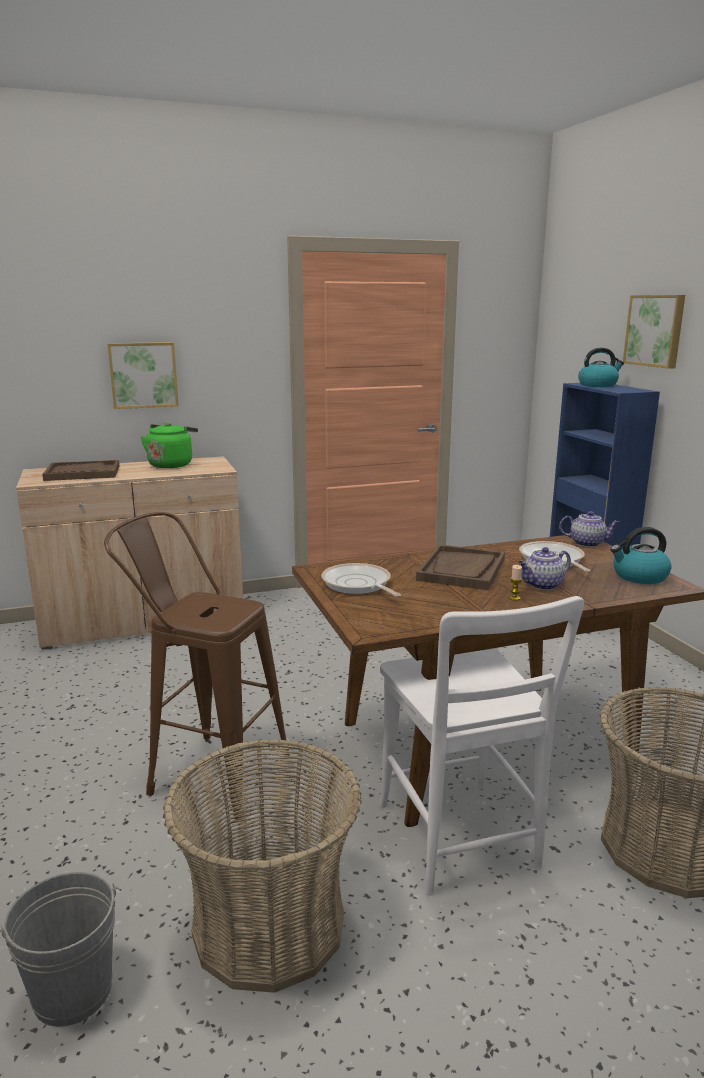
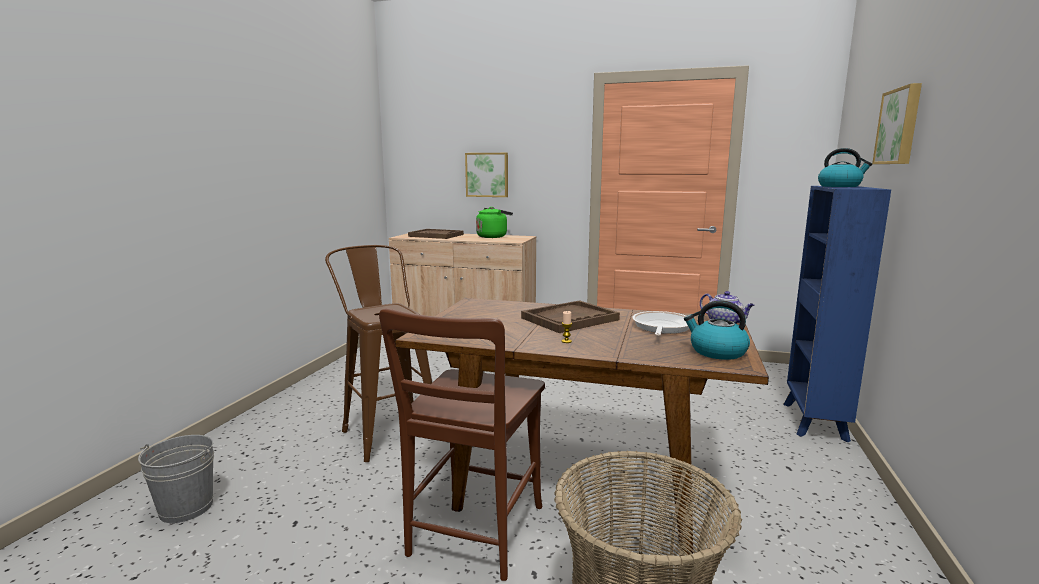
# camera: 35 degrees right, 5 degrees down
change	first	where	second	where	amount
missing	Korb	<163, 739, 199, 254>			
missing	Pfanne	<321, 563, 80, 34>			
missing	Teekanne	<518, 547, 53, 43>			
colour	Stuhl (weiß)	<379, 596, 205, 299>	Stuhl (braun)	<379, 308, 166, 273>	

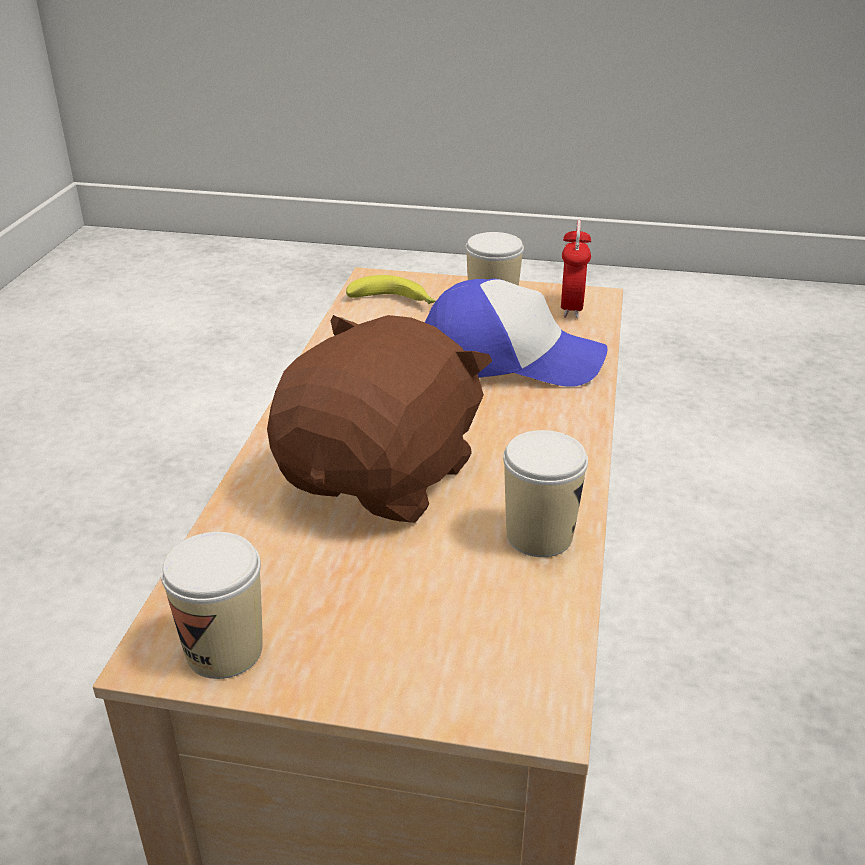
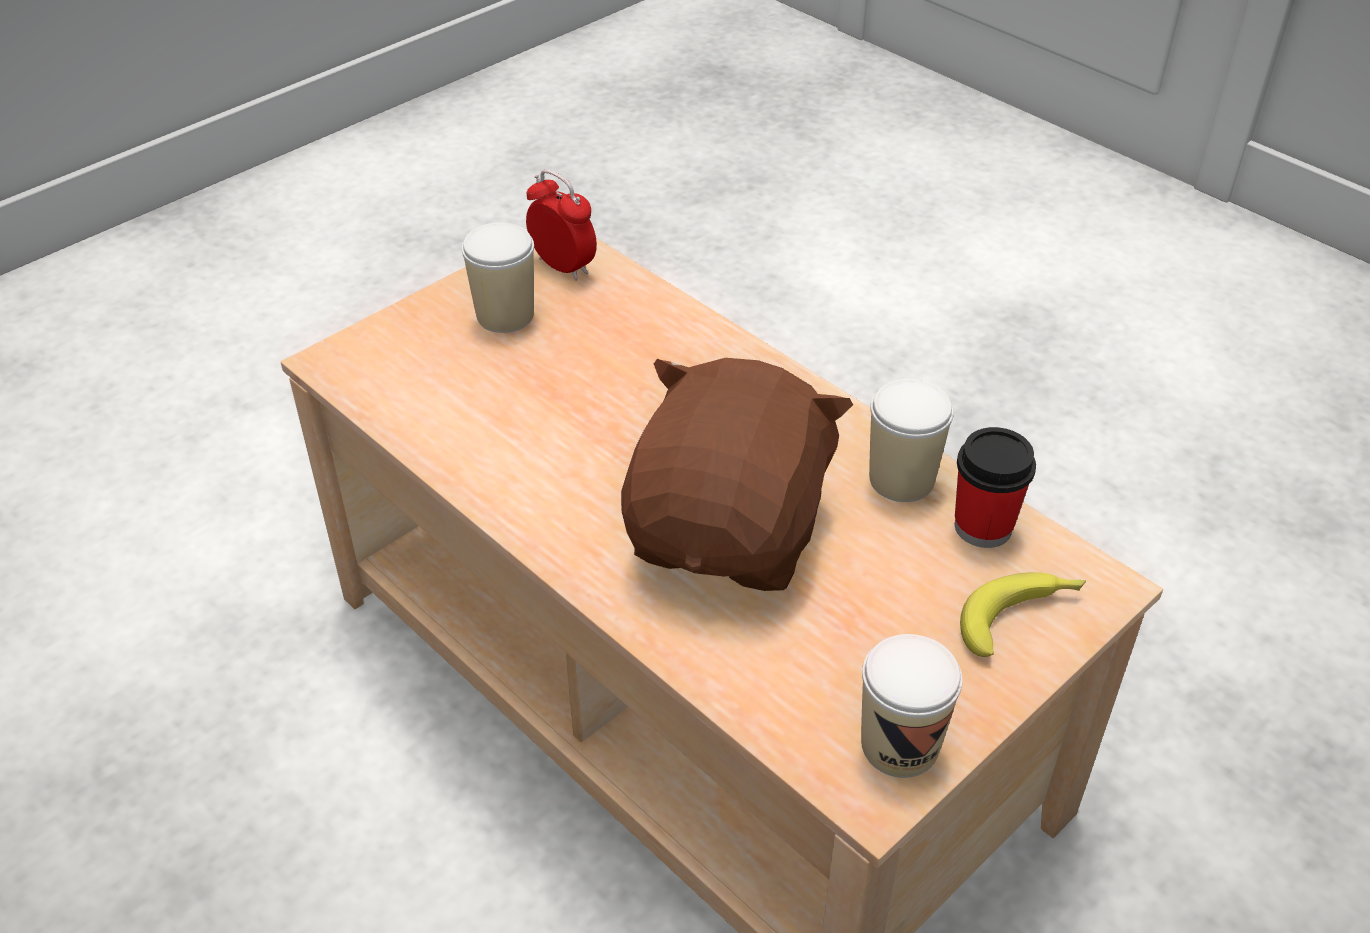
# camera: 55 degrees left, 10 degrees up
change	first	where	second	where	amount
missing	Kappe	<425, 279, 182, 108>			
appeared			Tasse	<955, 427, 81, 121>	
relocated	Banane	<346, 275, 90, 30>		<960, 572, 126, 85>	
spun	Plüschtier (braun)	<267, 315, 225, 208>		<621, 358, 232, 233>	45 degrees clockwise

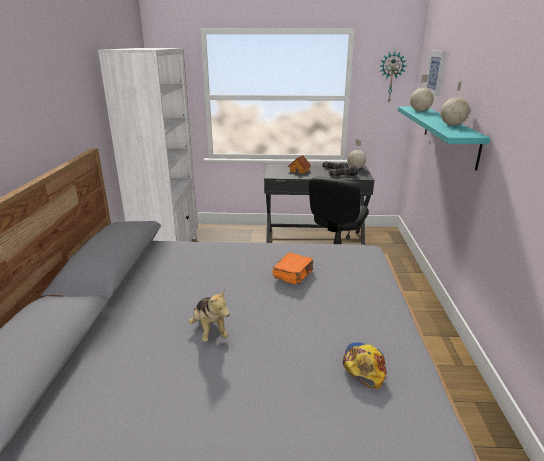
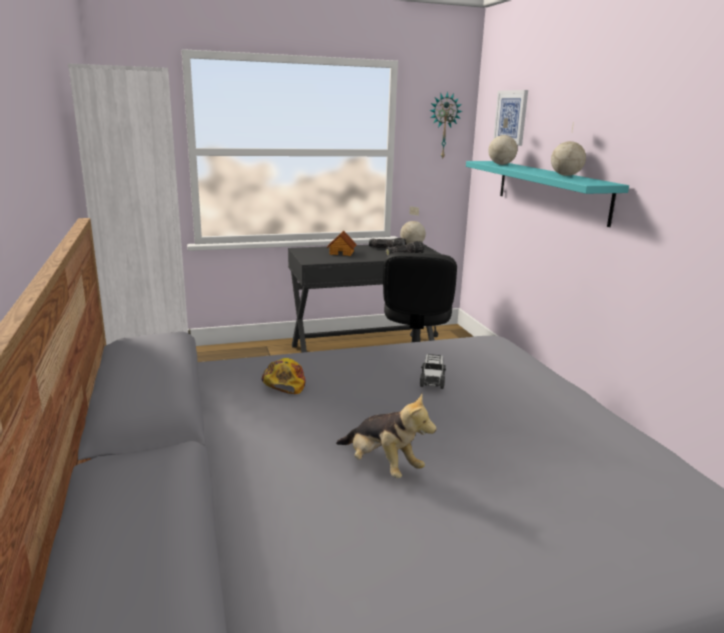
# camera: 20 degrees left, 5 degrees down
change	first	where	second	where	amount
relocated	Kappe	<342, 342, 45, 47>		<261, 358, 45, 36>	
exchanged	Buch (orange)	<272, 252, 42, 32>	Spielzeugauto	<420, 354, 26, 35>	

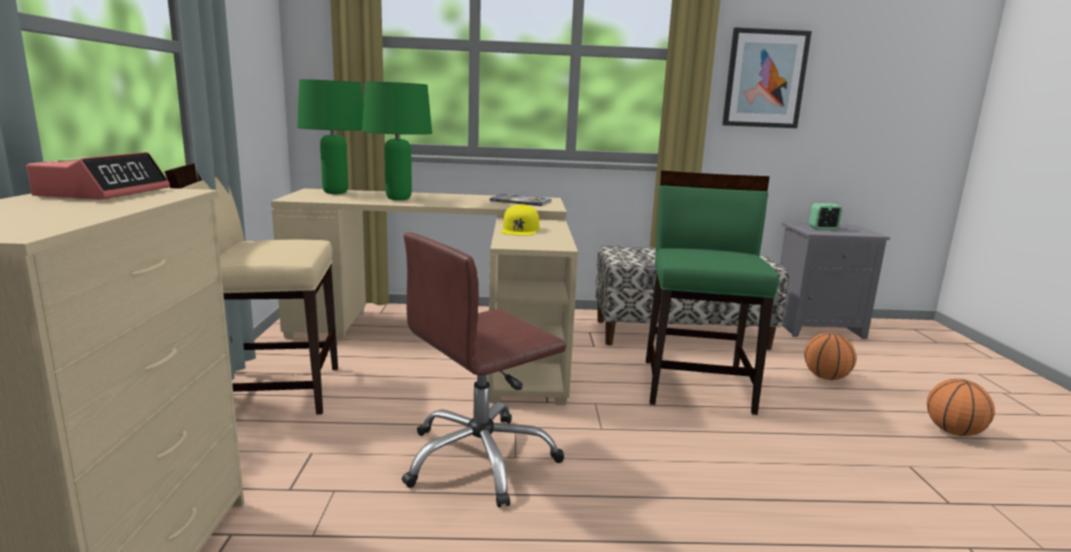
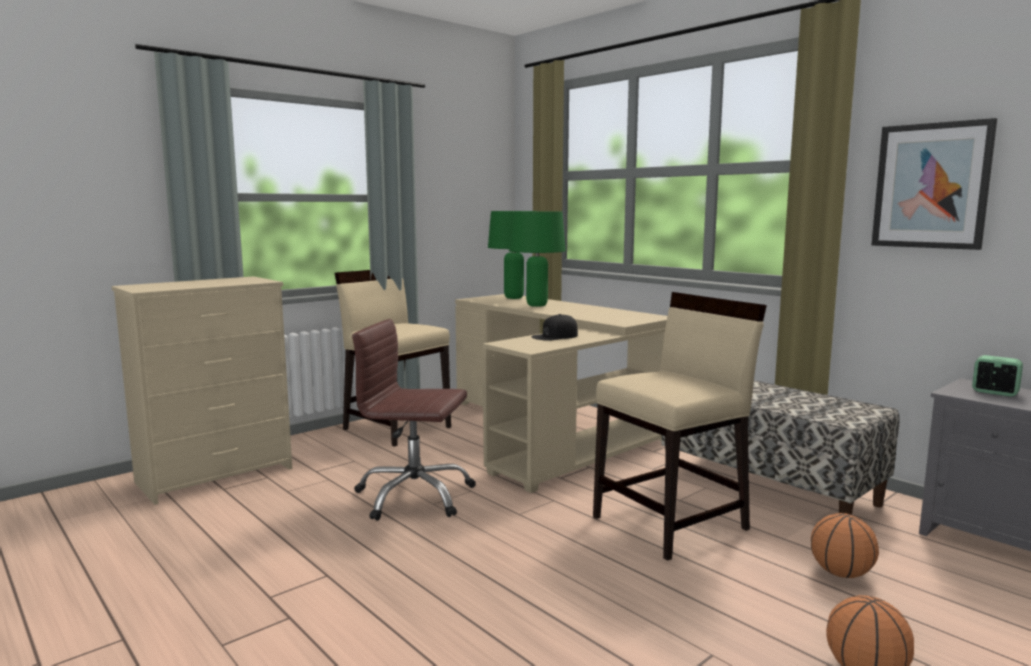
# camera: 50 degrees right, 5 degrees down
change	first	where	second	where	amount
missing	Wecker	<27, 152, 143, 48>			
missing	Buch	<490, 194, 62, 12>			
colour	Kappe (gelb)	<501, 204, 38, 32>	Kappe (schwarz)	<532, 314, 46, 27>	
colour	Stuhl (grün)	<646, 171, 133, 244>	Stuhl (beige)	<593, 292, 174, 269>	

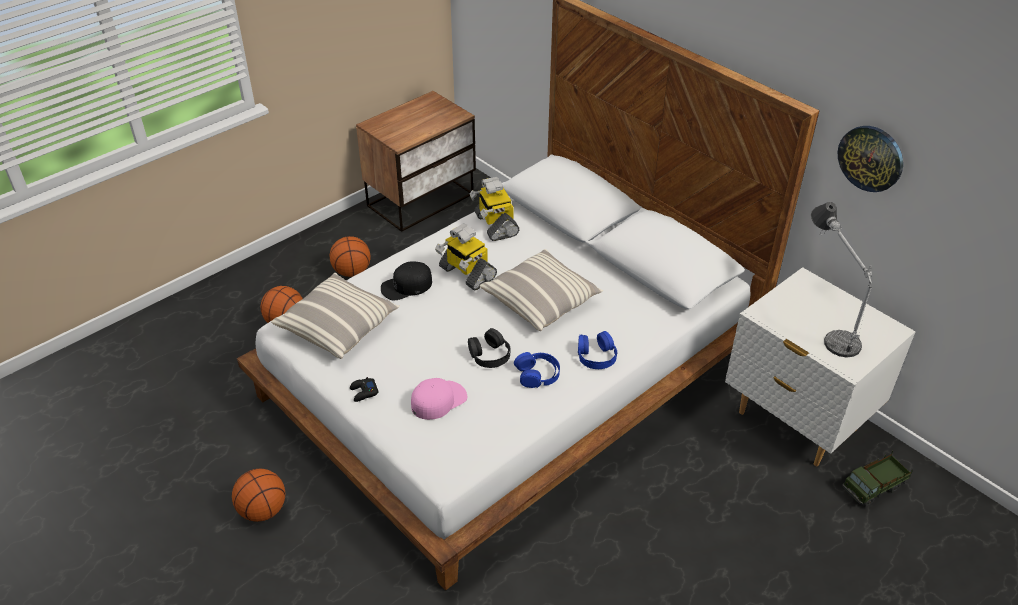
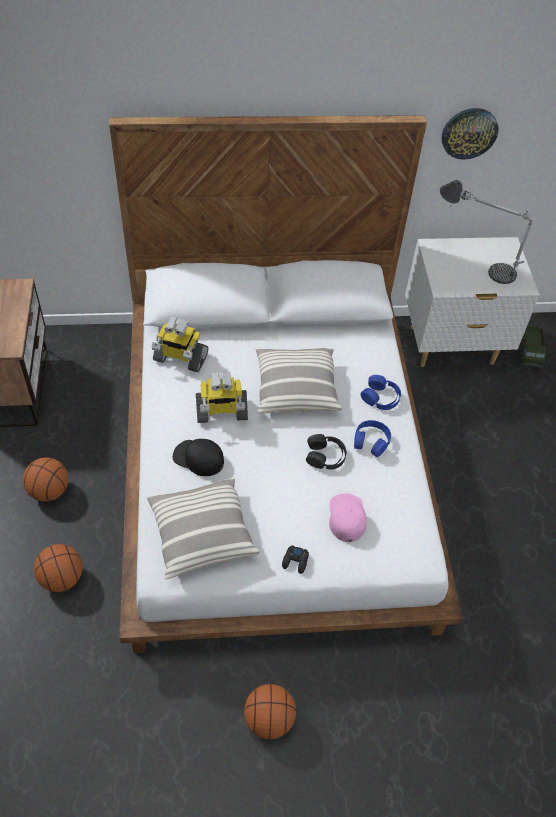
# camera: 55 degrees left, 10 degrees up
change	first	where	second	where	amount
spun	Kappe (schwarz)	<381, 262, 51, 38>		<173, 439, 51, 37>	105 degrees clockwise

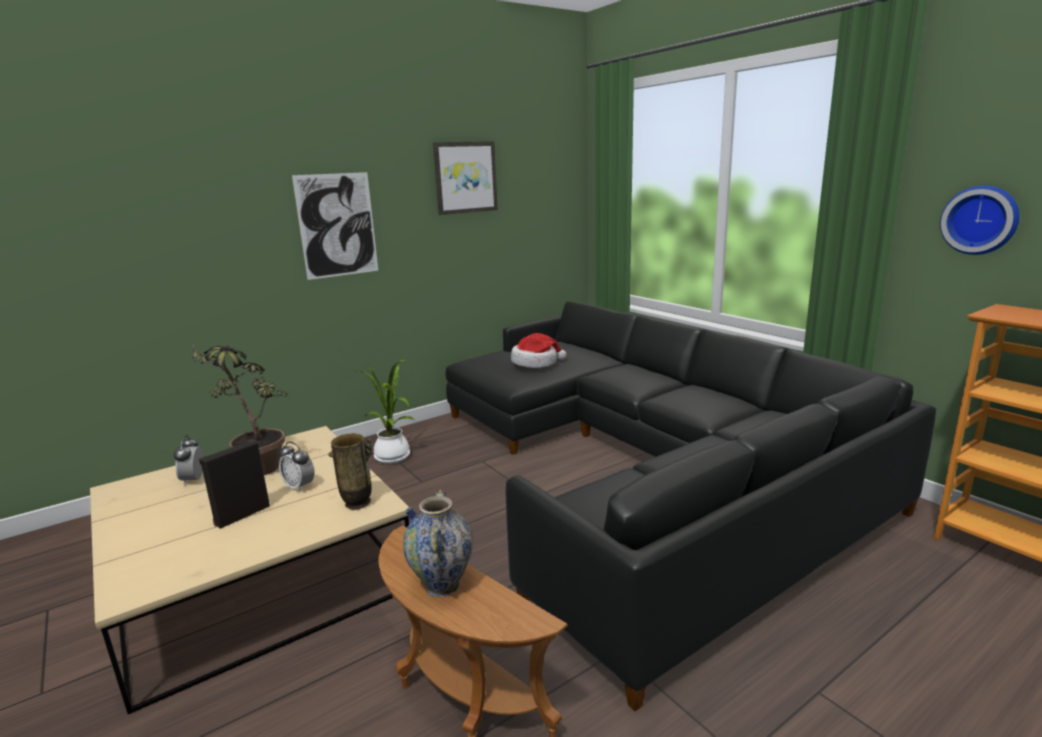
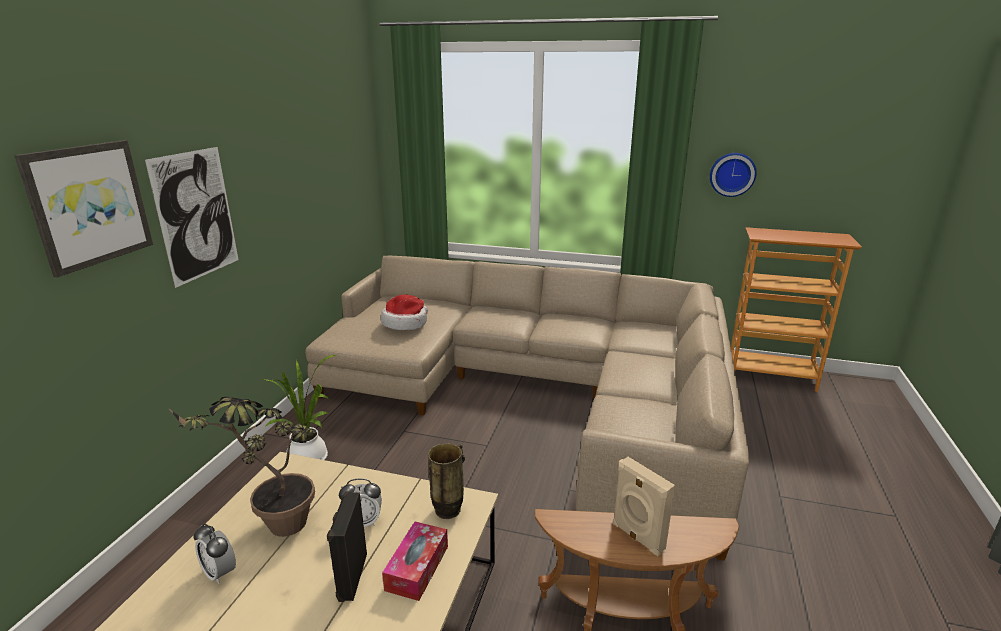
# camera: 40 degrees left, 5 degrees up
change	first	where	second	where	amount
appeared			Taschentuchbox	<382, 522, 66, 79>	
relocated	Bild	<433, 141, 65, 74>		<14, 140, 139, 138>	
exchanged	Vase	<403, 490, 70, 107>	Lautsprecher (beige)	<613, 457, 62, 99>	
colour	Sofa (schwarz)	<446, 301, 490, 410>	Sofa (beige)	<305, 256, 444, 305>	

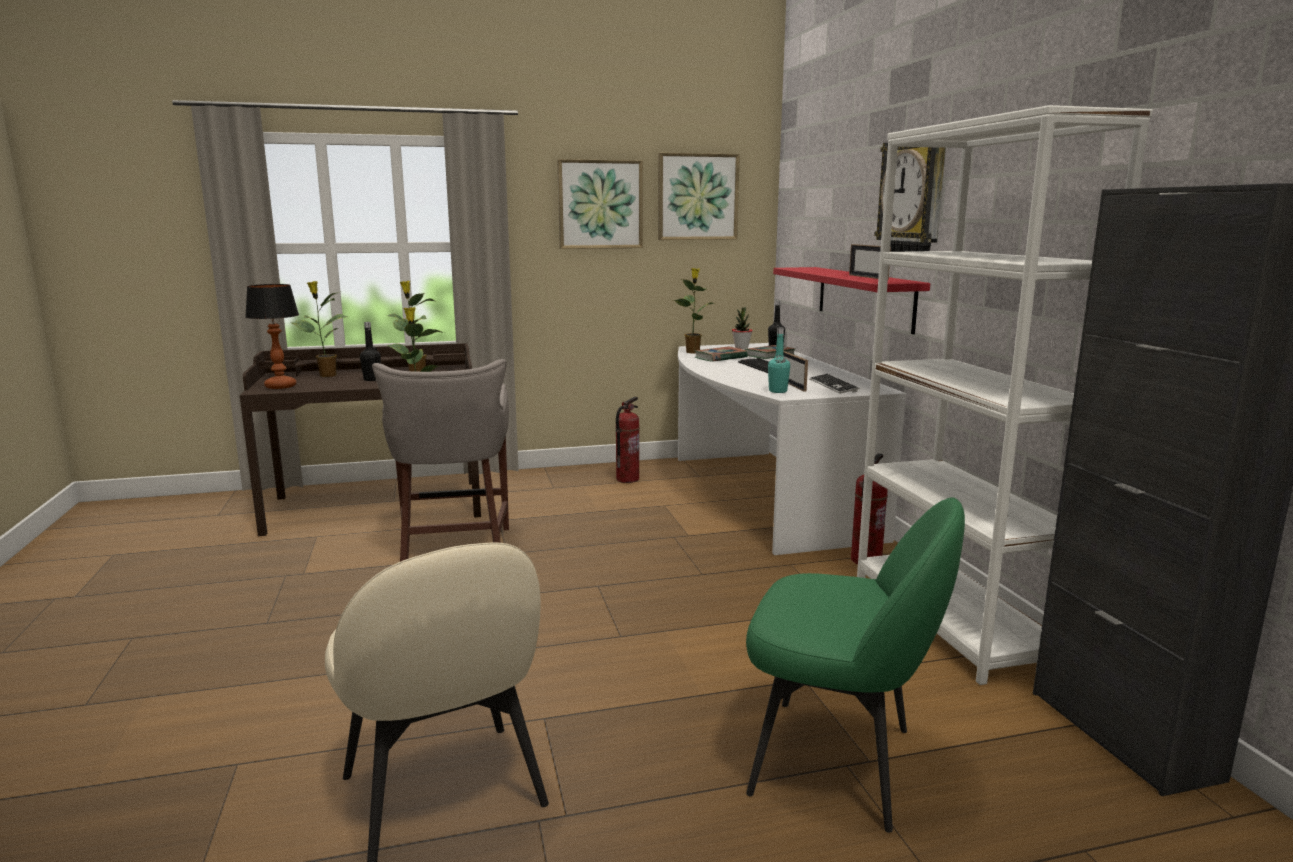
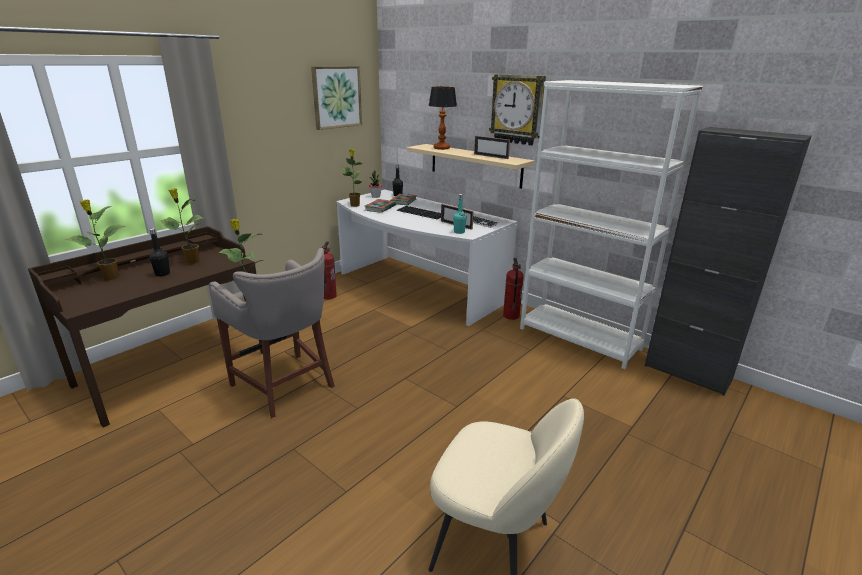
# camera: 35 degrees left, 10 degrees up
change	first	where	second	where	amount
missing	Bild	<557, 159, 86, 90>			
missing	Stuhl (grün)	<746, 497, 219, 336>			
relocated	Tischlampe	<245, 284, 54, 105>		<429, 87, 28, 63>	
colour	Wandregal (rot)	<773, 267, 157, 67>	Wandregal (beige)	<407, 144, 127, 45>	

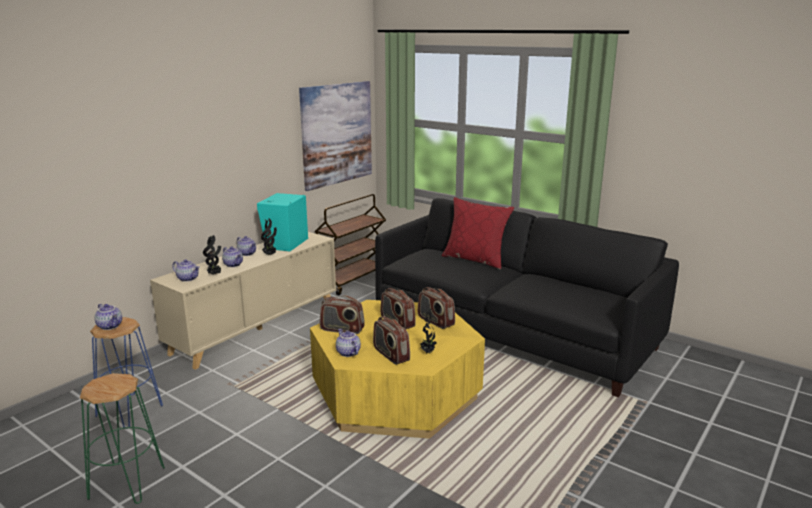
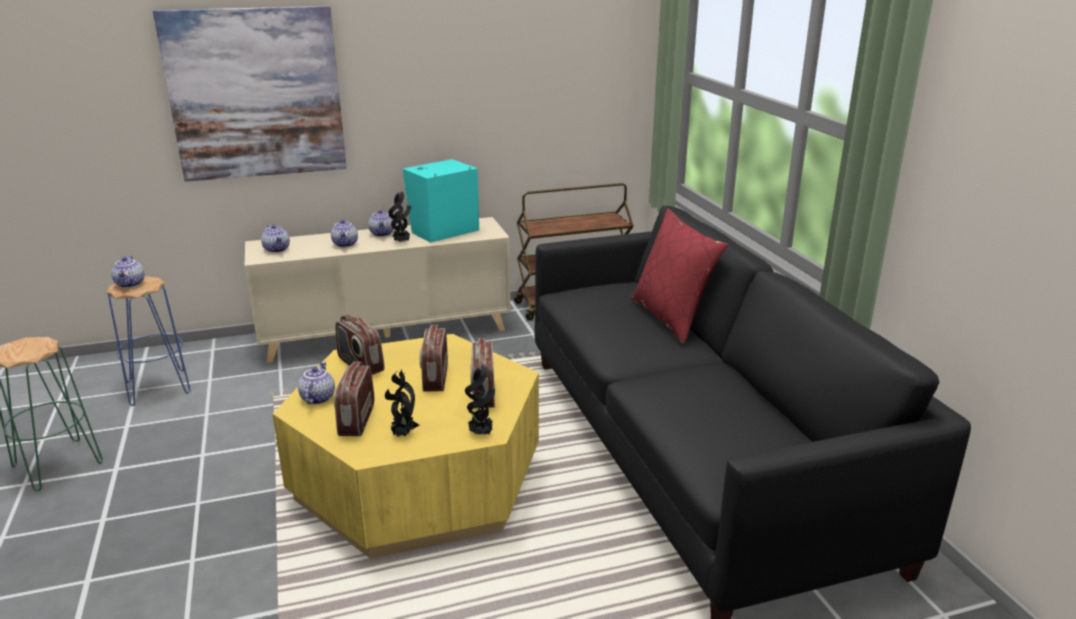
# camera: 35 degrees right, 5 degrees up
change	first	where	second	where	amount
relocated	Topfpflanze	<203, 235, 18, 40>		<465, 365, 30, 70>	
relocated	Bild	<299, 81, 73, 110>		<153, 6, 194, 176>	

